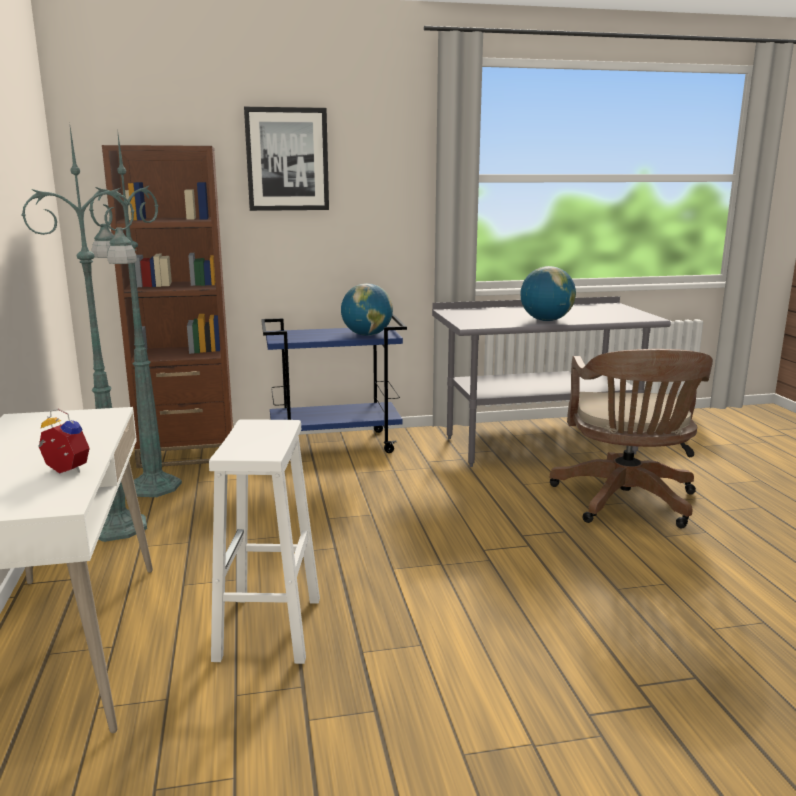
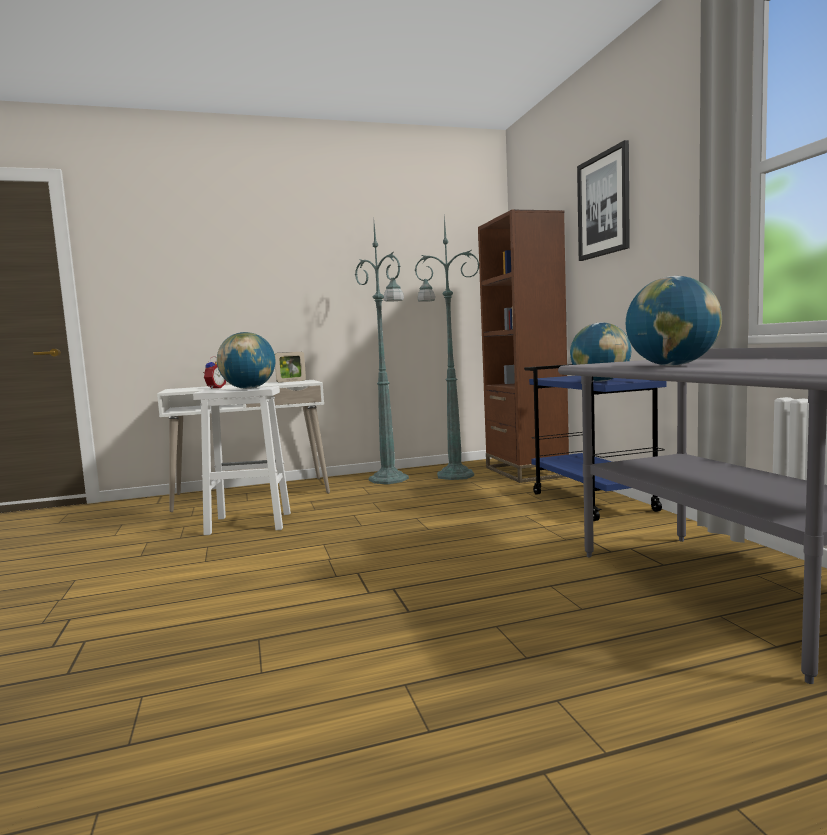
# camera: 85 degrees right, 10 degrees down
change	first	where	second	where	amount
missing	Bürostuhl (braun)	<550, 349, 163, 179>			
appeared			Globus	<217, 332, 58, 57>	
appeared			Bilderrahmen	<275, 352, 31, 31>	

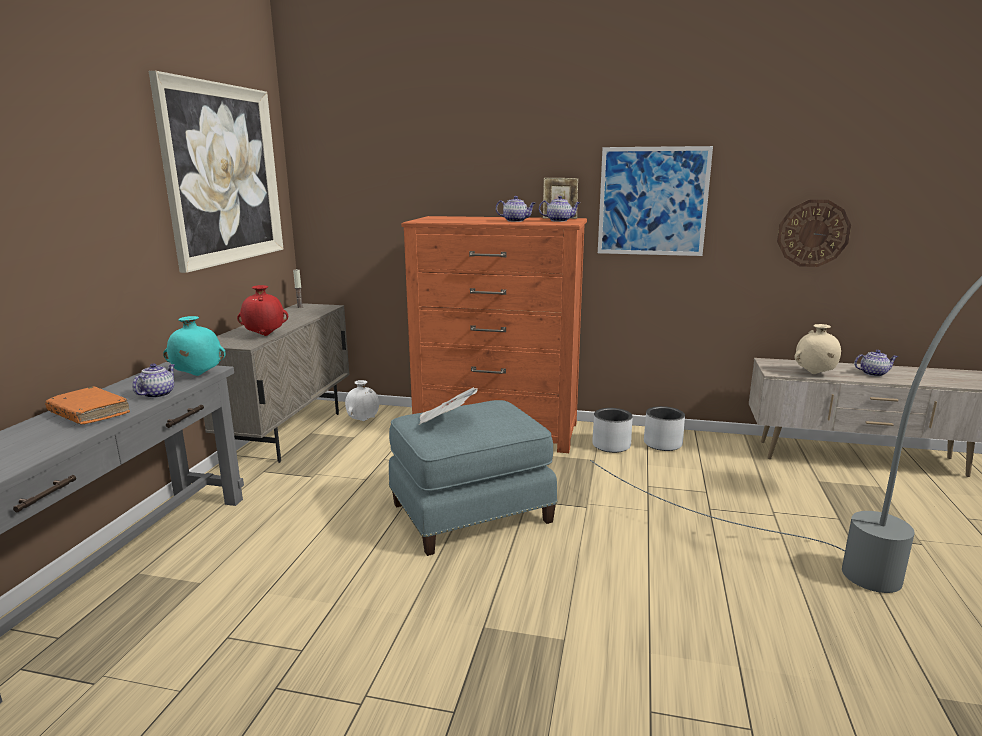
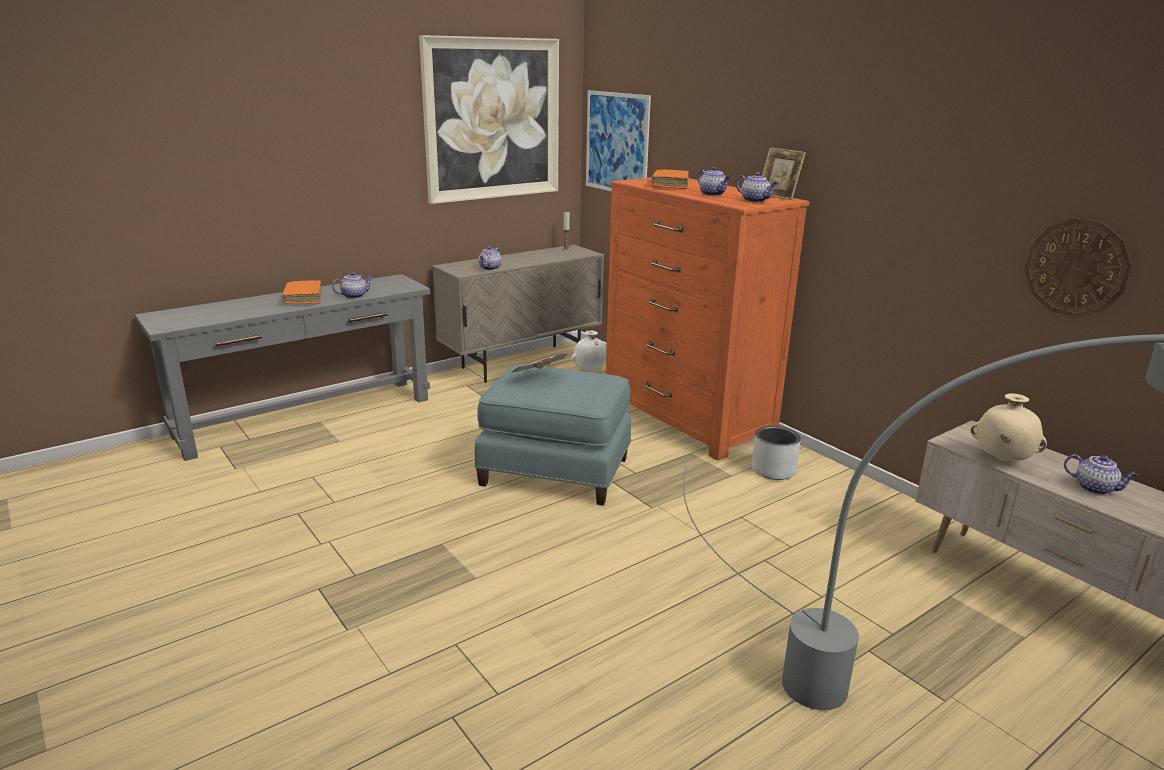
# camera: 40 degrees right, 5 degrees up
change	first	where	second	where	amount
missing	Vase (türkis)	<163, 316, 63, 60>			
missing	Pflanzkübel (grau)	<644, 406, 41, 45>			
appeared			Buch (orange)	<652, 170, 37, 19>	
relocated	Bild	<598, 146, 115, 110>		<586, 90, 65, 101>	
exchanged	Vase (rot)	<237, 285, 51, 51>	Teekanne	<479, 246, 22, 24>	

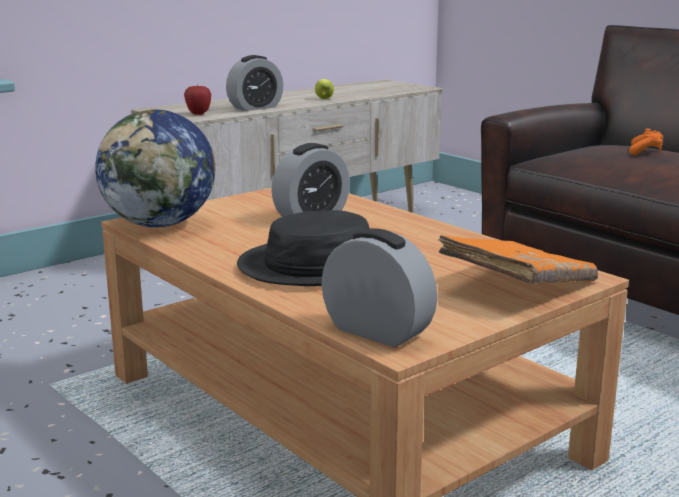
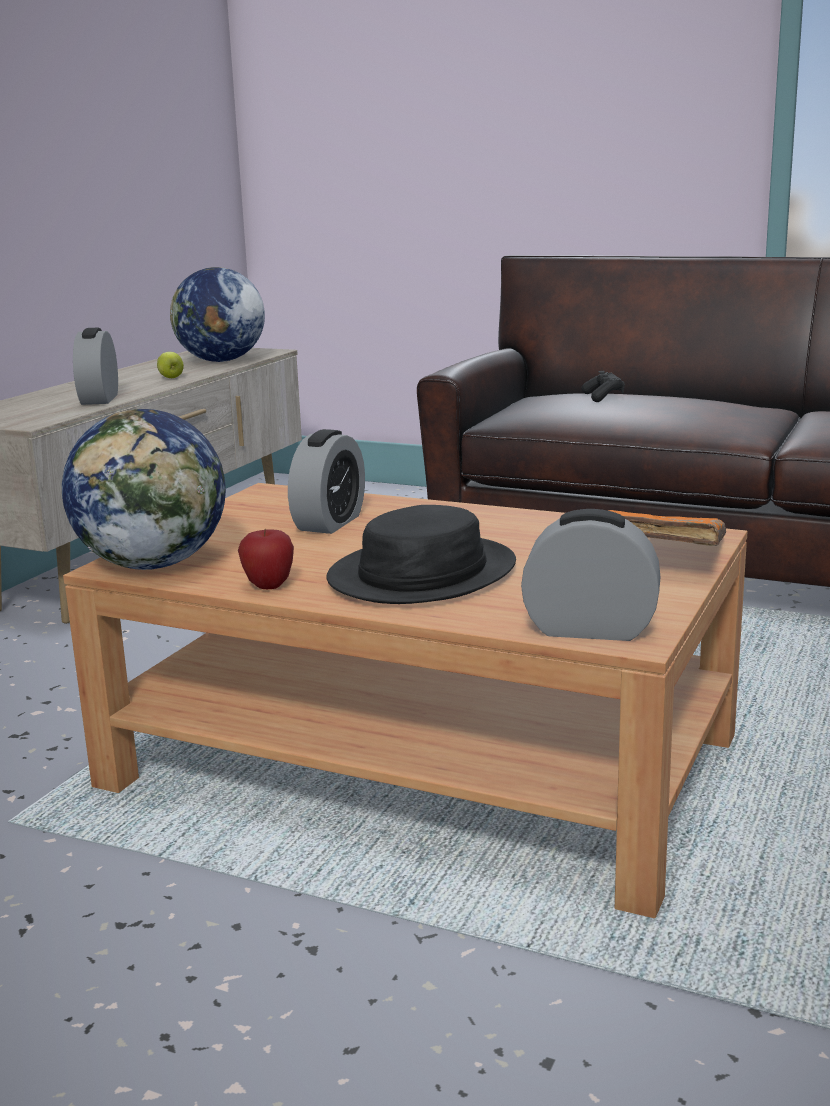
# camera: 25 degrees left, 0 degrees up
change	first	where	second	where	amount
appeared			Globus	<170, 267, 95, 95>	
relocated	Apfel	<184, 86, 27, 29>		<238, 529, 56, 60>	
colour	Gamepad (orange)	<629, 129, 34, 26>	Gamepad (schwarz)	<581, 371, 44, 31>	
spun	Wecker	<226, 55, 57, 56>		<73, 328, 45, 77>	150 degrees clockwise

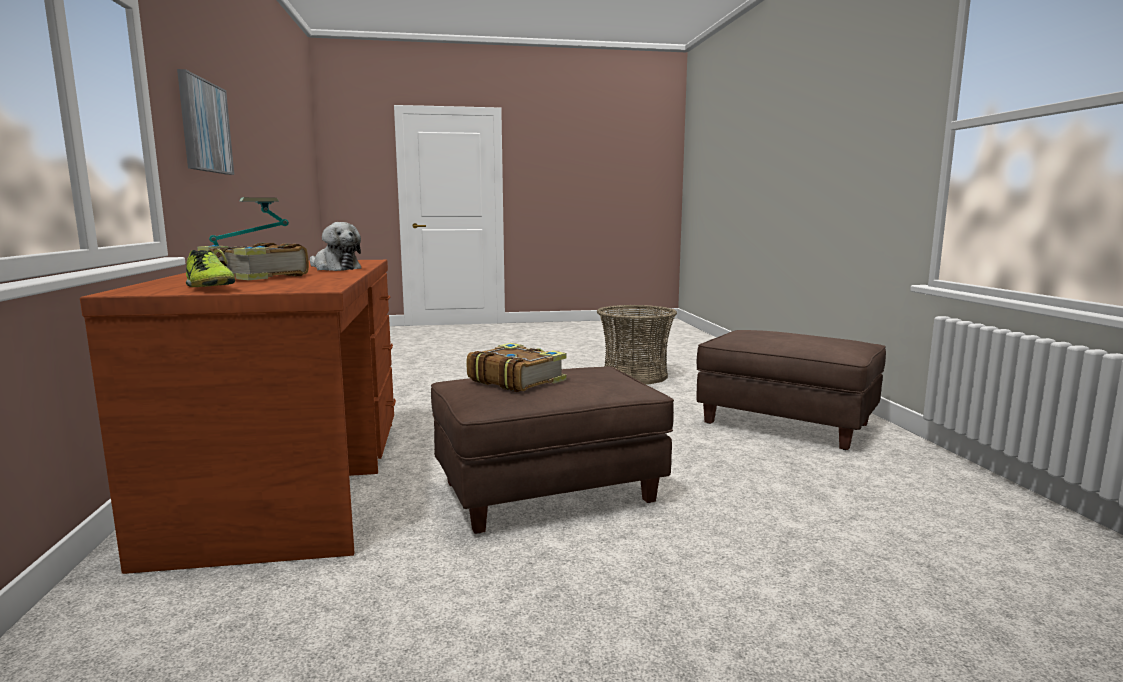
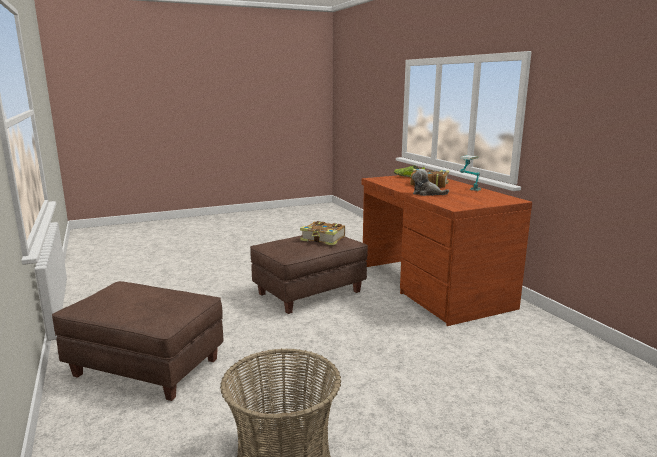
# camera: 165 degrees right, 5 degrees up
change	first	where	second	where	amount
missing	Bild	<177, 69, 57, 106>			

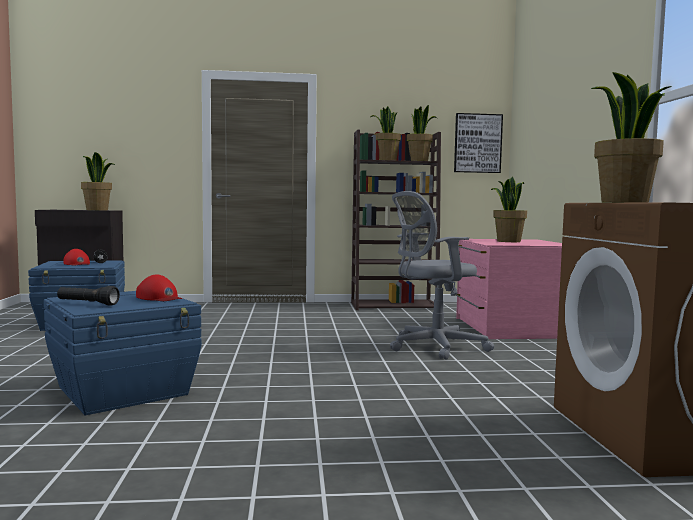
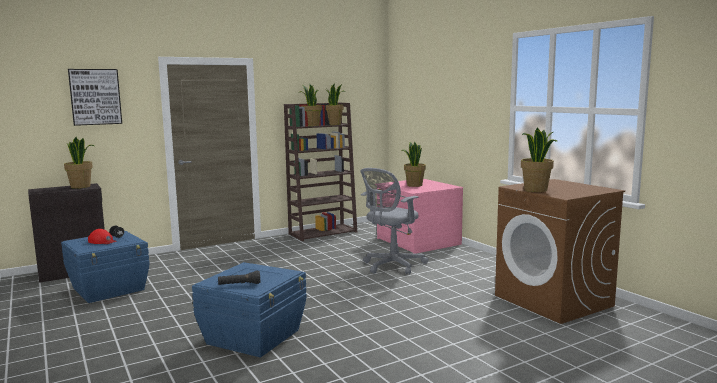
# camera: 25 degrees left, 5 degrees up
change	first	where	second	where	amount
missing	Kappe (rot)	<136, 275, 46, 26>			
relocated	Bild	<454, 113, 49, 60>		<68, 69, 54, 57>	

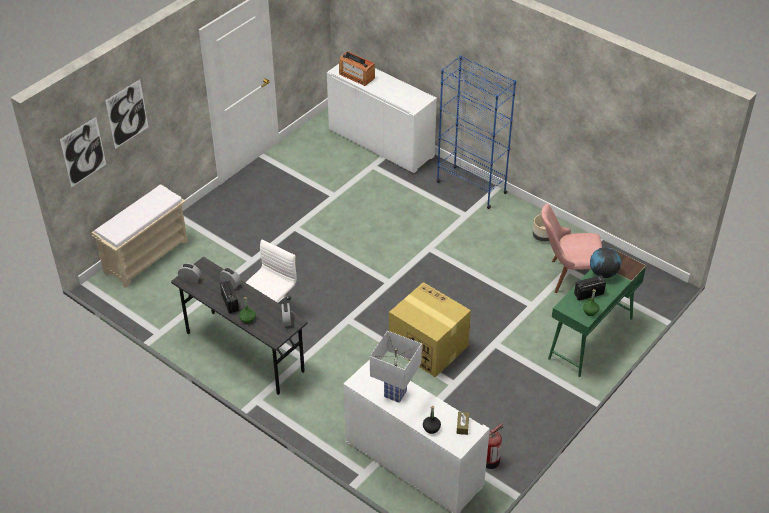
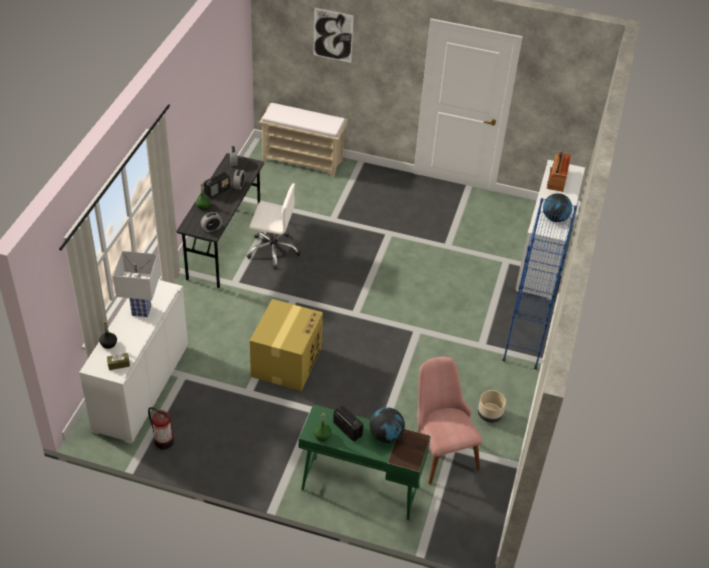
# camera: 65 degrees right, 0 degrees up
change	first	where	second	where	amount
missing	Bild	<60, 117, 46, 70>			
appeared			Globus	<543, 193, 29, 29>	

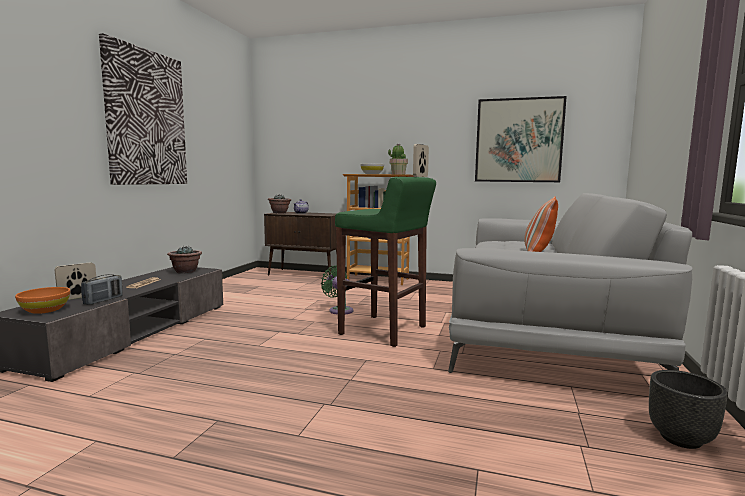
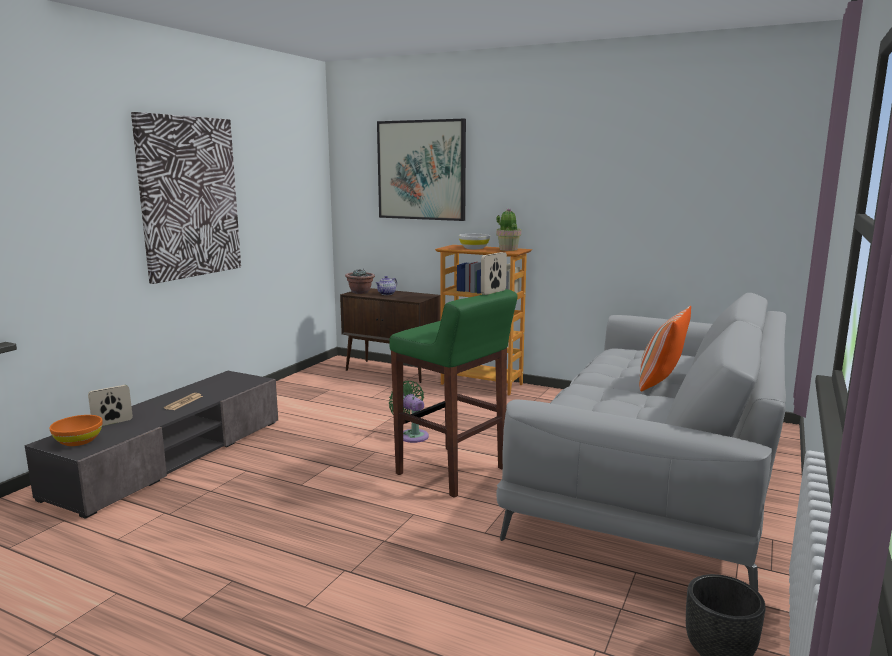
# camera: 10 degrees right, 5 degrees up
change	first	where	second	where	amount
missing	Radio	<81, 274, 42, 31>			
missing	Topfpflanze	<167, 246, 35, 28>			
relocated	Bild	<475, 96, 92, 86>		<377, 119, 89, 102>	

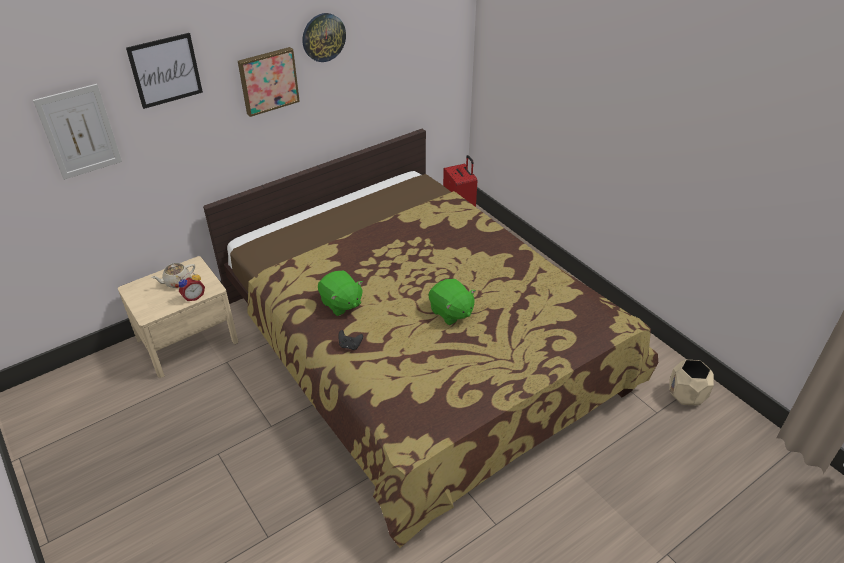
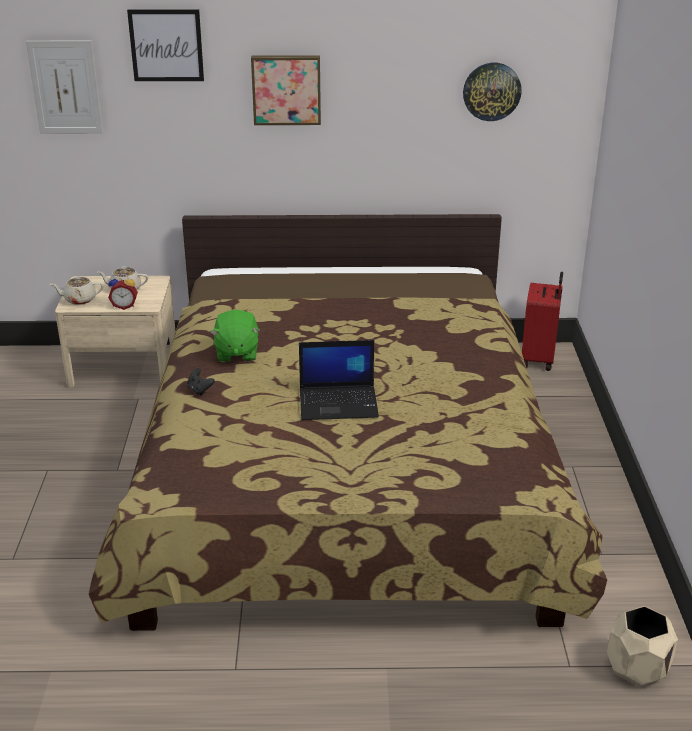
# camera: 35 degrees right, 10 degrees down
change	first	where	second	where	amount
appeared			Teekanne (beige)	<50, 276, 54, 29>	
relocated	Wanduhr	<302, 13, 44, 49>		<463, 63, 59, 58>	
exchanged	Plüschtier (grün)	<429, 279, 47, 46>	Laptop	<299, 340, 80, 80>	

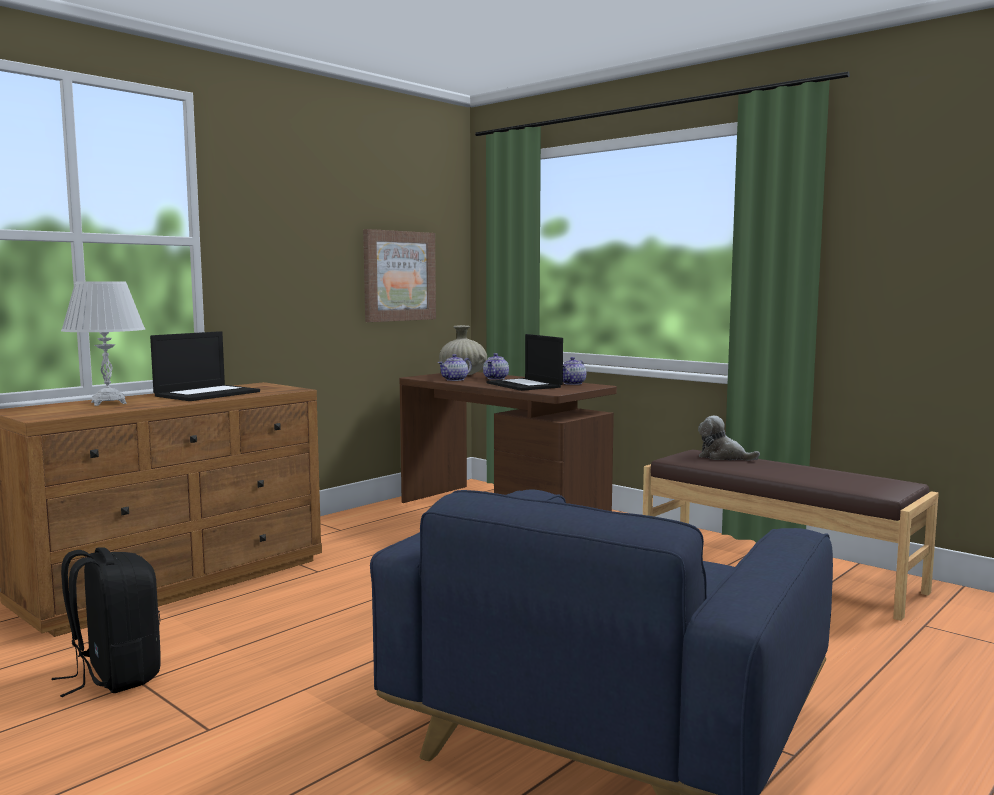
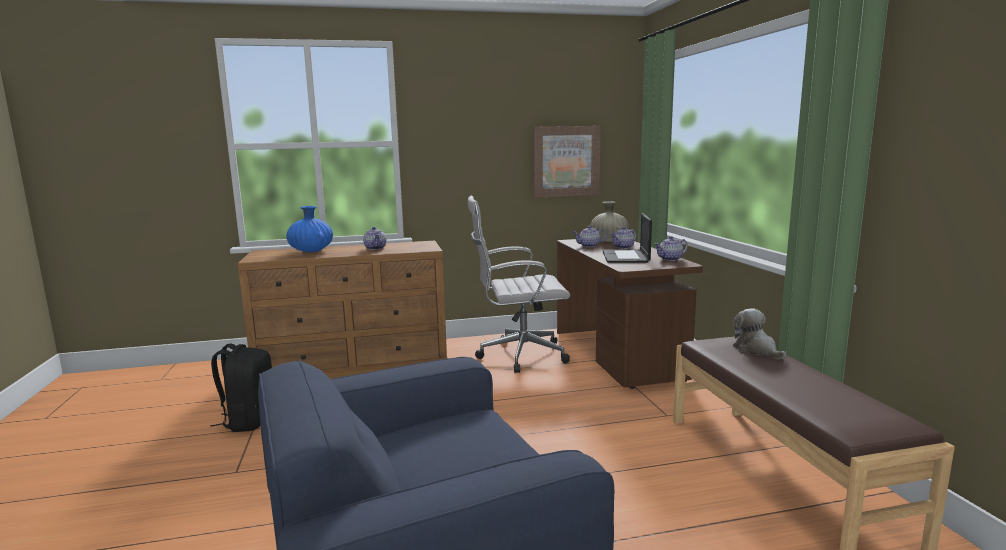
# camera: 35 degrees right, 5 degrees up
change	first	where	second	where	amount
appeared			Bürostuhl (weiß)	<468, 196, 102, 177>	
exchanged	Tischlampe (weiß)	<61, 281, 84, 125>	Vase (blau)	<286, 206, 47, 46>	
exchanged	Laptop	<150, 331, 110, 70>	Teekanne	<363, 227, 23, 23>	

